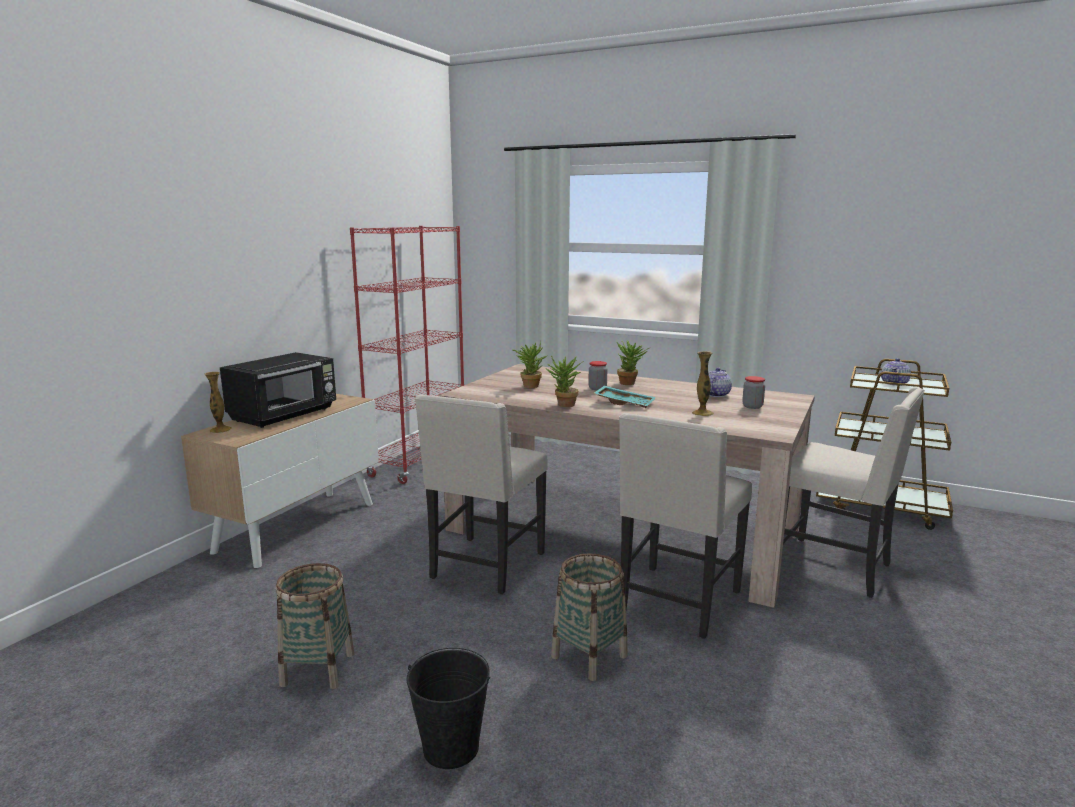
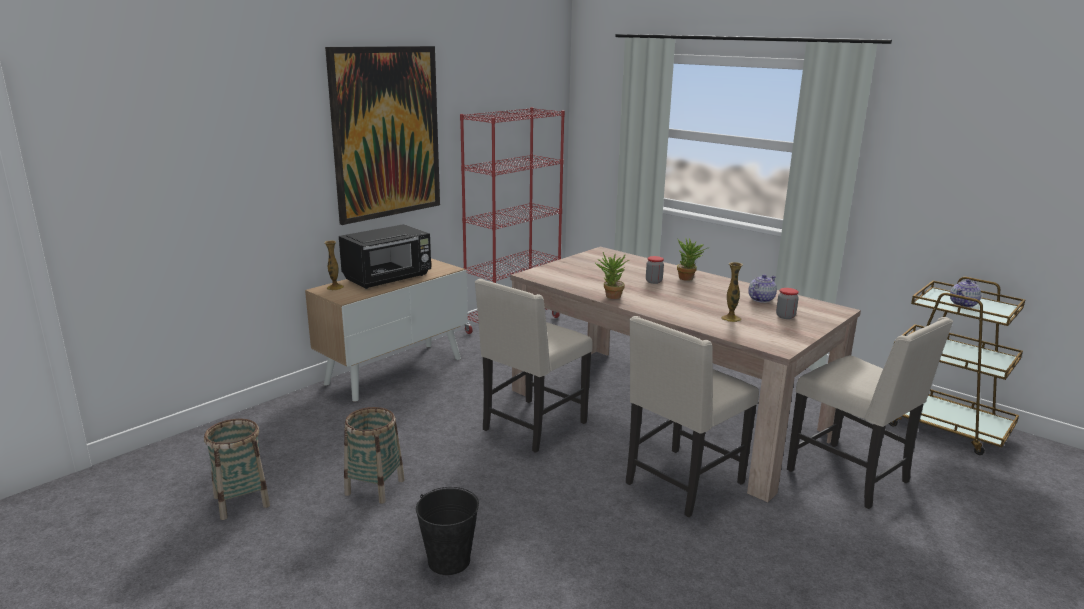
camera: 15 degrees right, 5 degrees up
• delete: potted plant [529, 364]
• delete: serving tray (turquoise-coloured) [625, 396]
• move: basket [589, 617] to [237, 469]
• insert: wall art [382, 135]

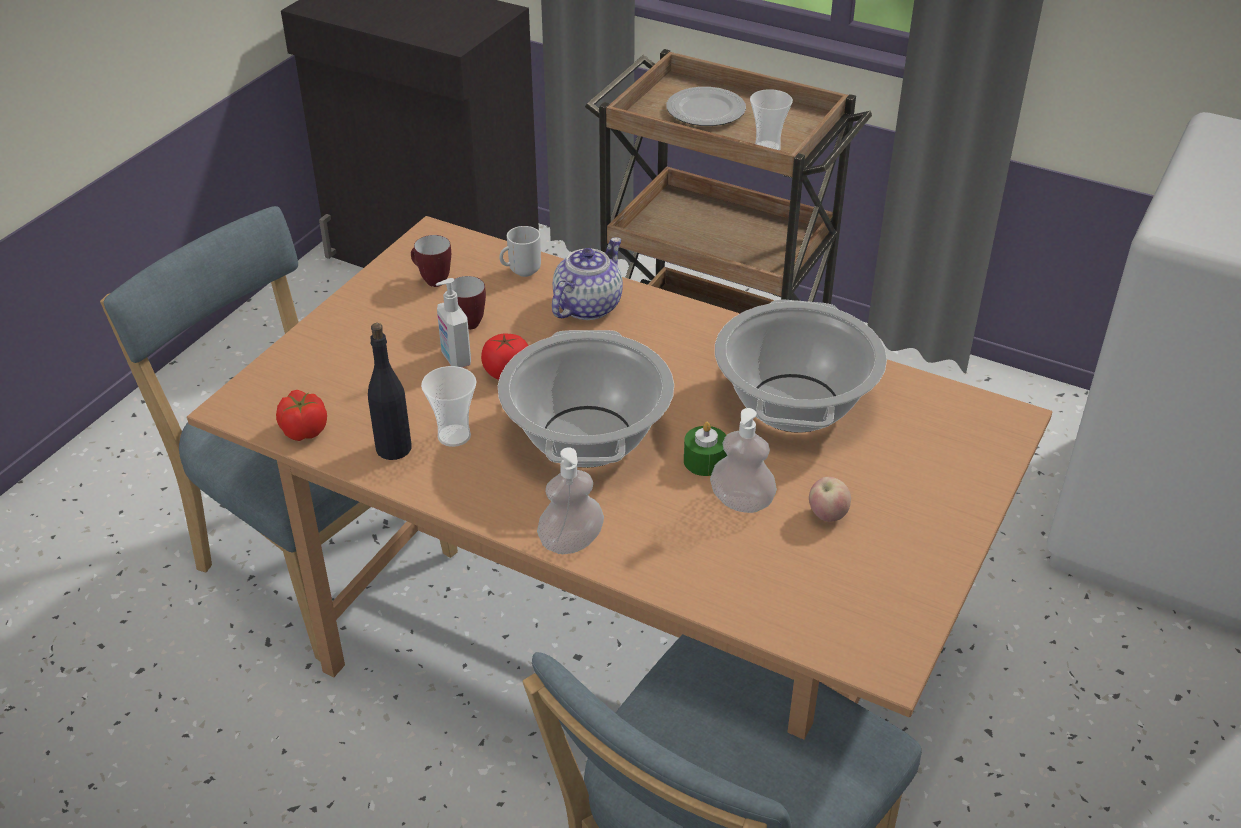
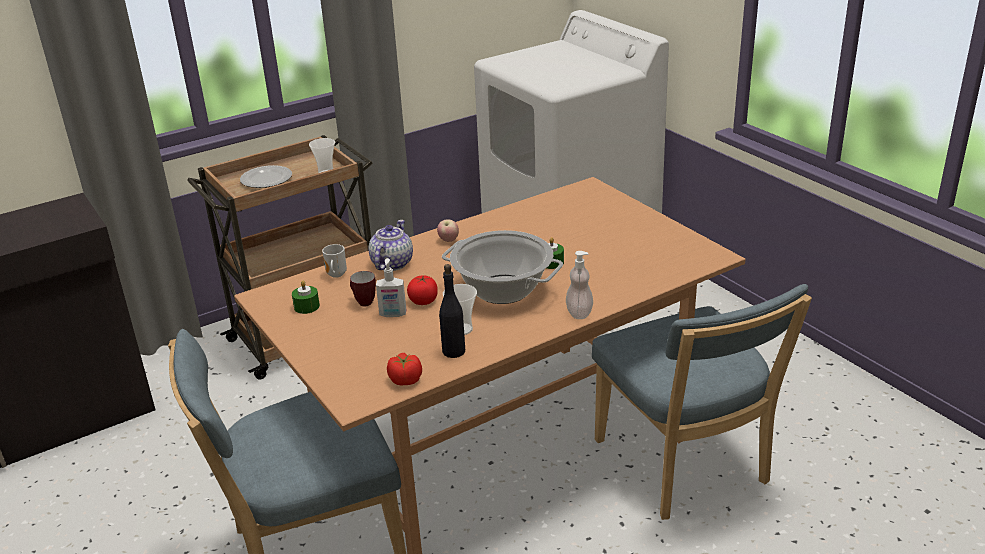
camera: 60 degrees left, 10 degrees down
• replace: coffee mug [431, 261] to wax light (green-coloured) [306, 297]
• rotate: pot for tea [587, 279] = [390, 245] 45 degrees clockwise
• delete: cooking pot [801, 366]
• delete: liquid soap bottle [743, 460]
• move: apple fruit [830, 499] to [448, 230]

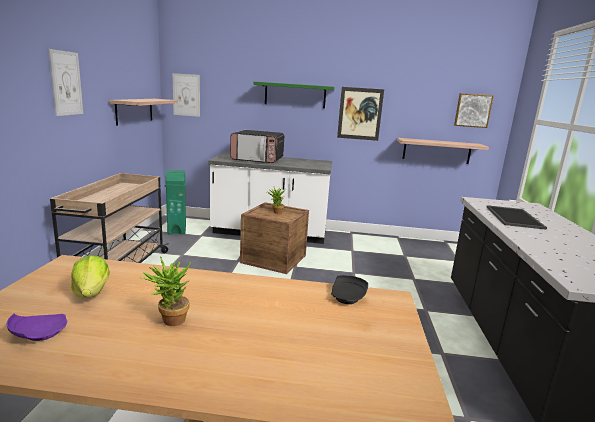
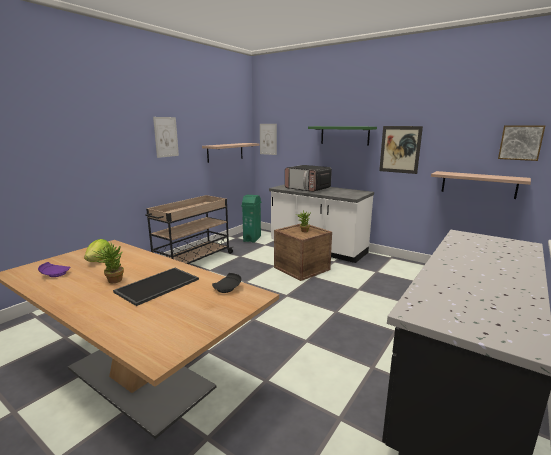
camera: 30 degrees right, 0 degrees up
• move: serving tray [517, 217] to [156, 287]

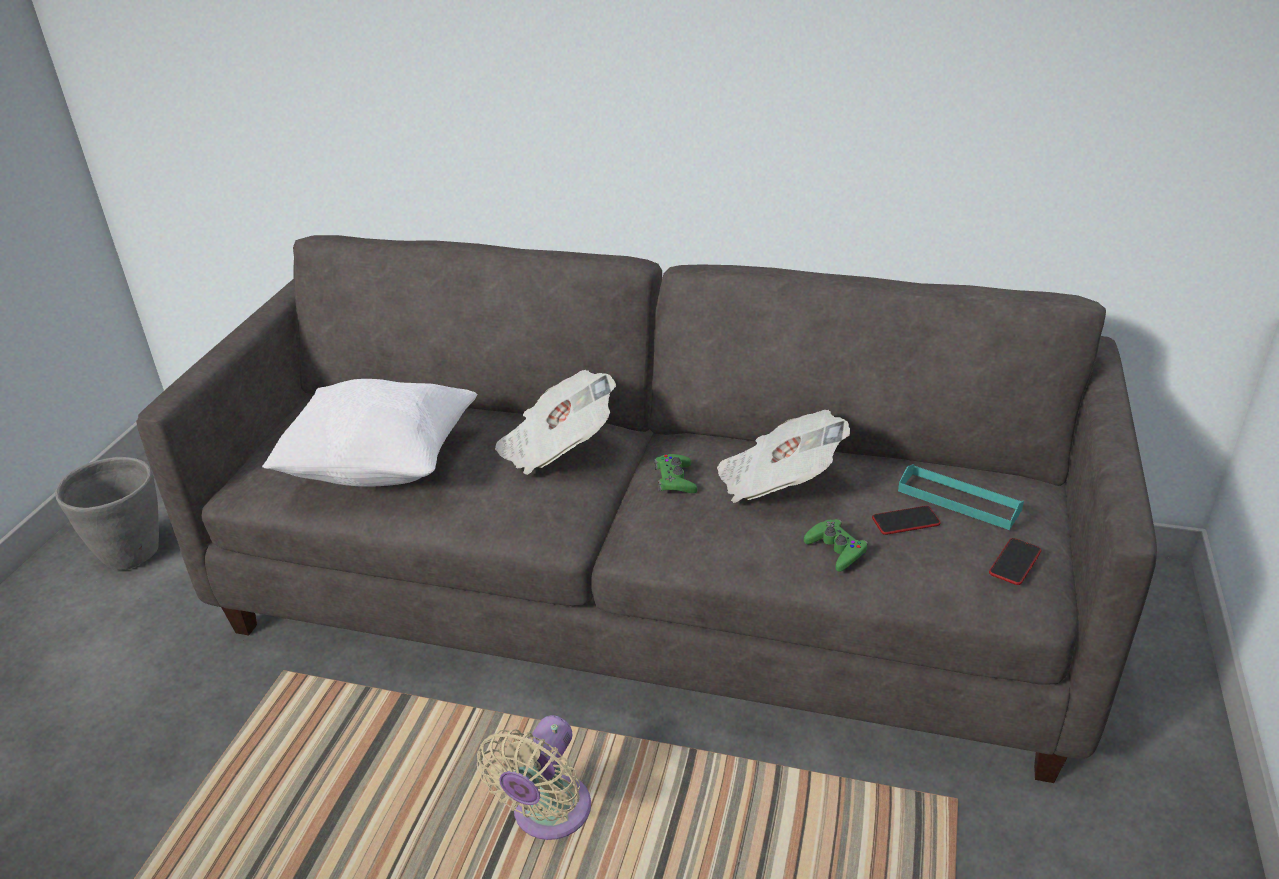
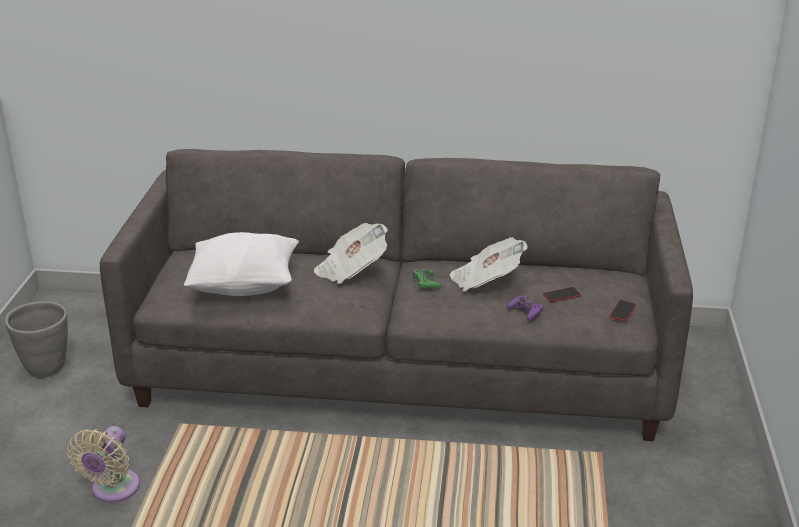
camera: 10 degrees left, 5 degrees down
• delete: serving tray (turquoise-coloured) [961, 497]
• recolor: game controller (green-coloured) [836, 545] to game controller (purple-coloured) [525, 308]
• move: fan (sand-coloured) [534, 777] to [103, 464]

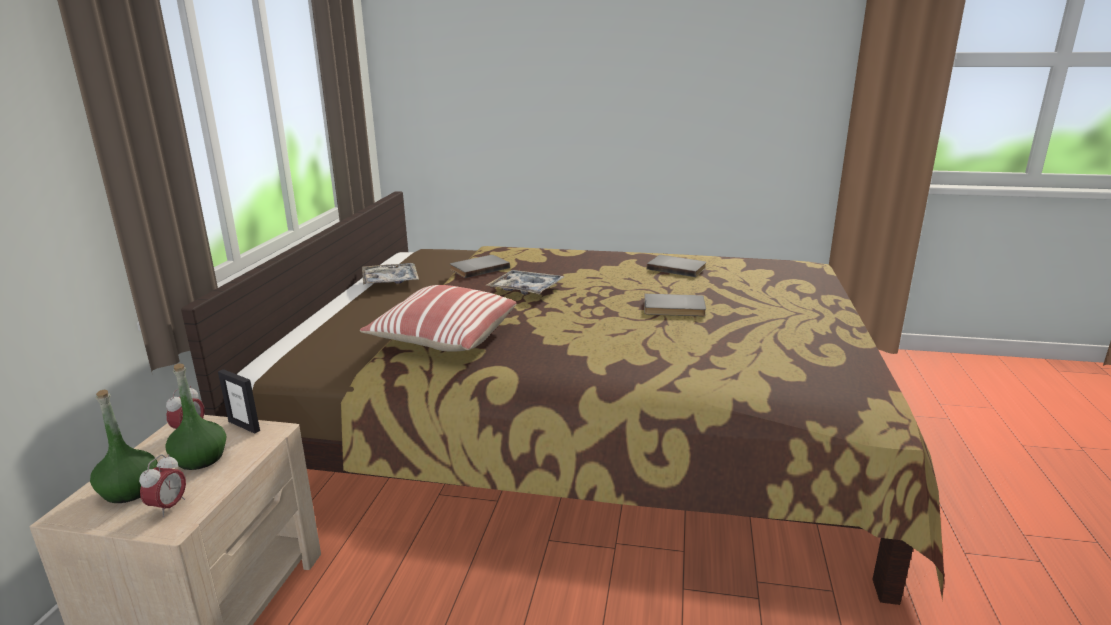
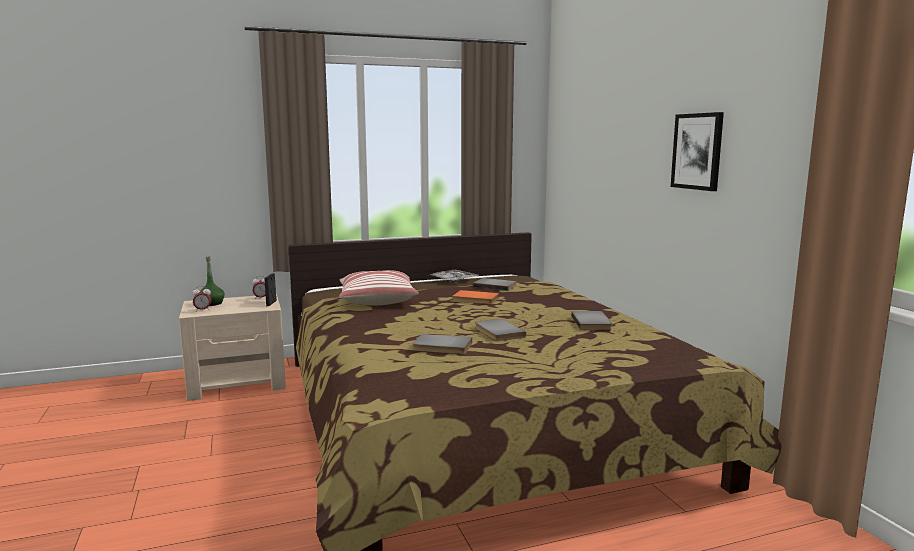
camera: 60 degrees right, 10 degrees down
• replace: serving tray [525, 282] to bound book (orange) [476, 297]
• delete: beverage bottle (green-coloured) [195, 416]
• insert: wall art [697, 151]
• insert: bound book (grey) [442, 344]

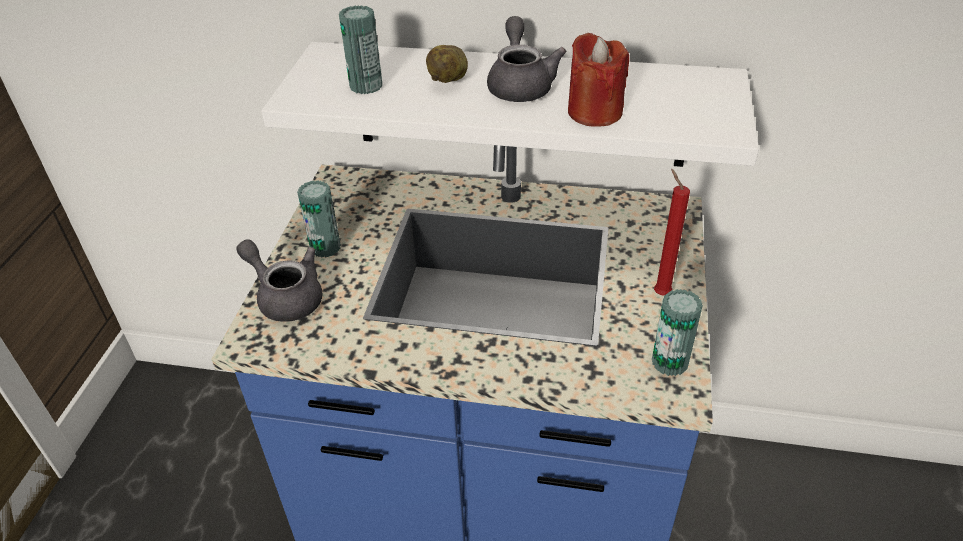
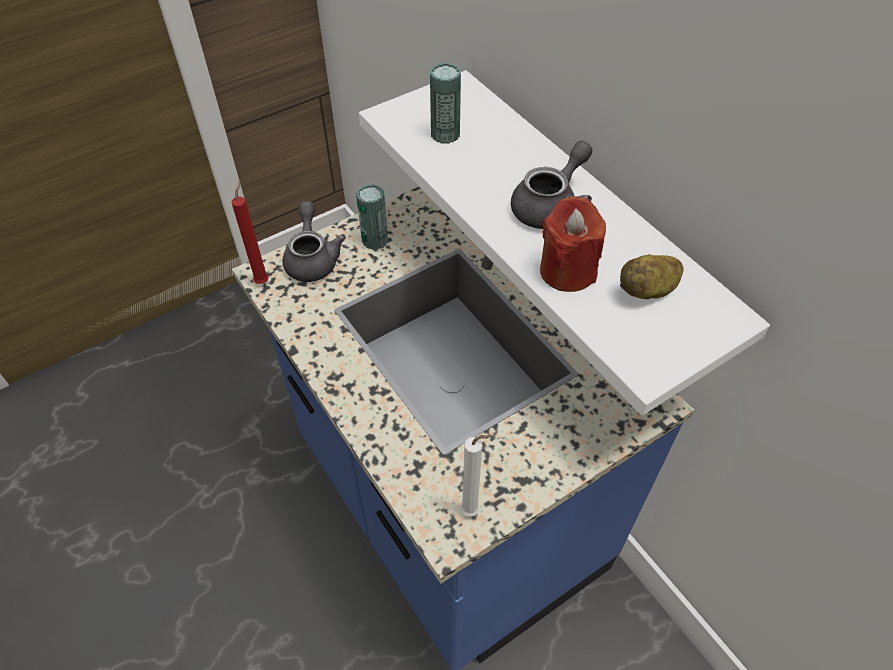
camera: 45 degrees right, 10 degrees up
• move: whole potato [447, 64] to [651, 276]
• move: wax light (reddish) [672, 232] to [249, 232]
• replace: sealed can [677, 332] to wax light (white-coloured) [476, 475]

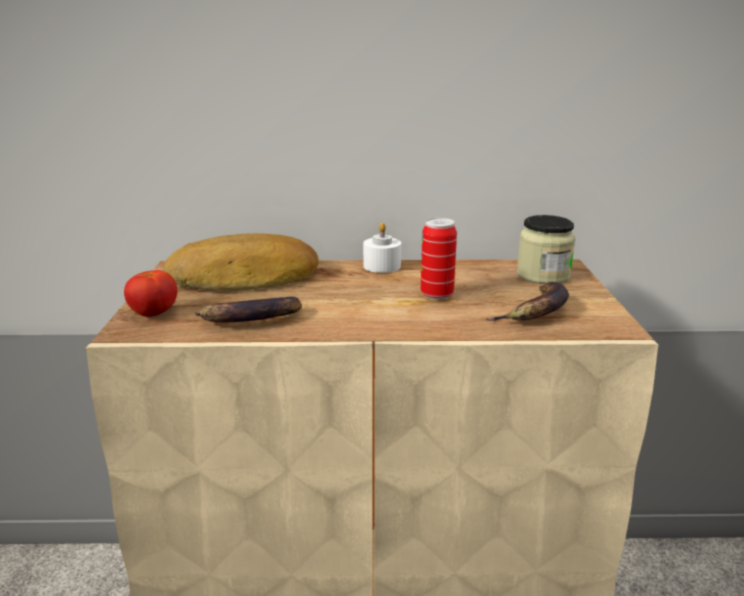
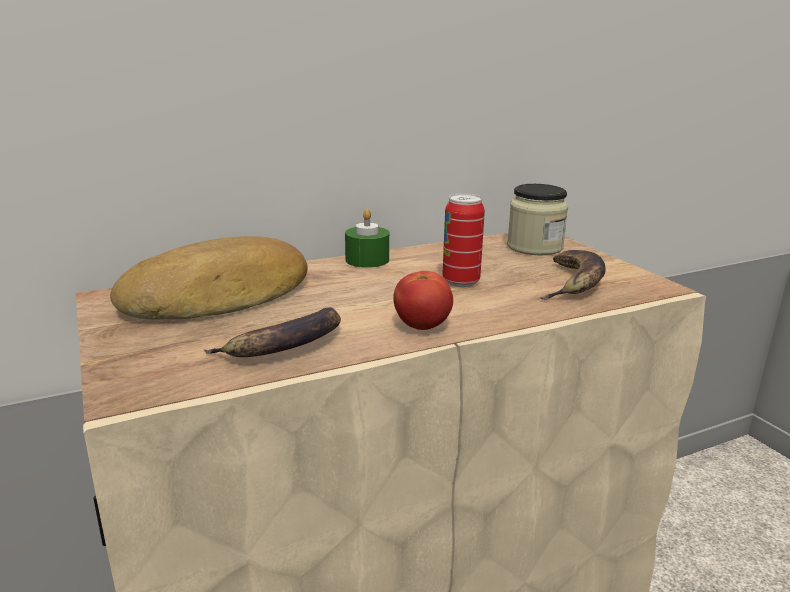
camera: 25 degrees left, 0 degrees up
• recolor: wax light (white-coloured) [382, 248] to wax light (green-coloured) [367, 238]
• move: fresh tomato [150, 293] to [423, 300]

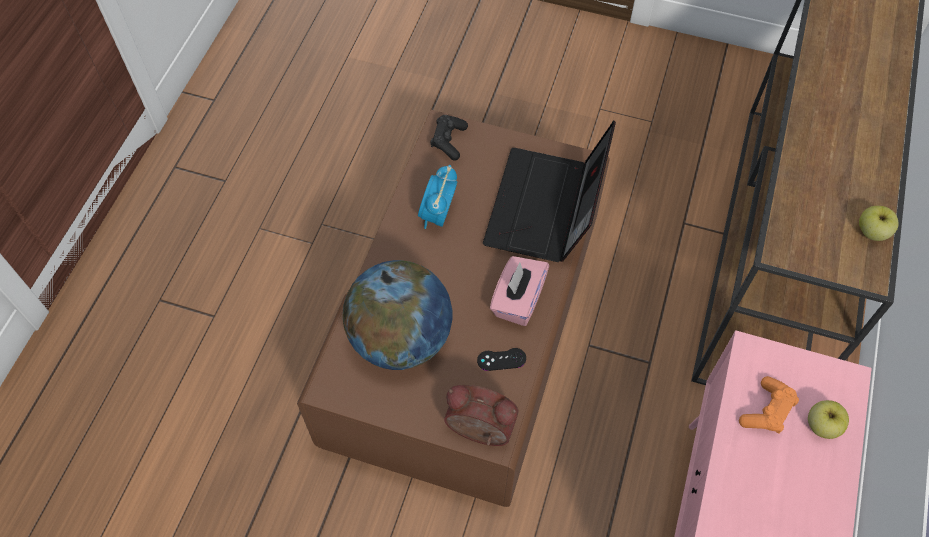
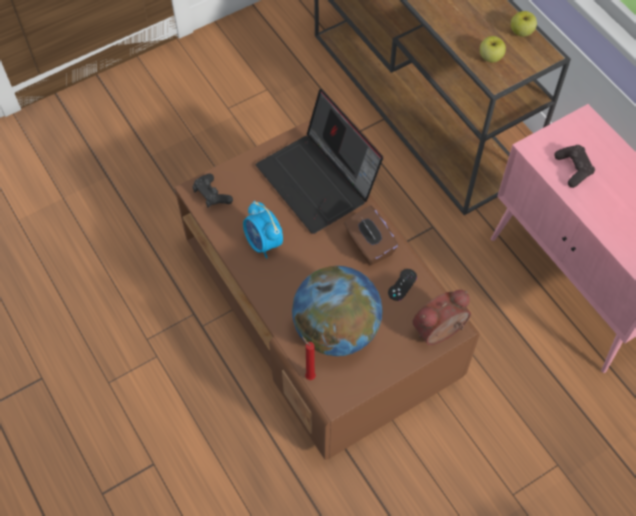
camera: 50 degrees left, 0 degrees up
• recolor: tissue box (pink) [519, 291] to tissue box (brownish) [371, 235]
• recolor: game controller (orange) [769, 405] to game controller (blackish) [574, 166]
• move: apple fruit [828, 419] to [493, 49]
• insert: wax light (reddish) [309, 358]

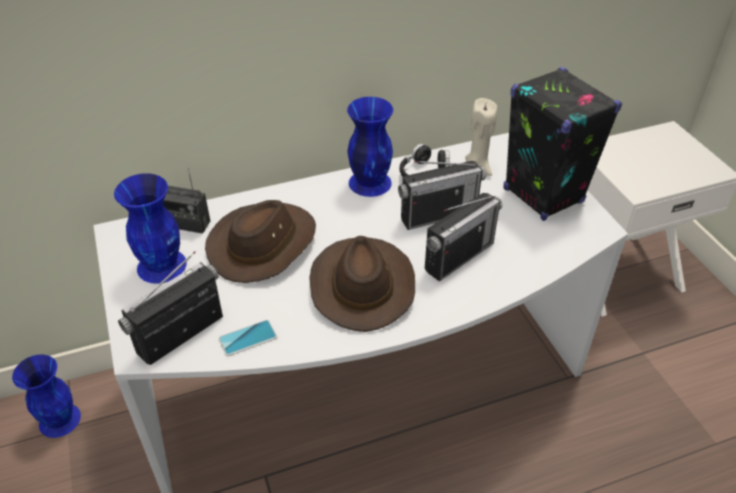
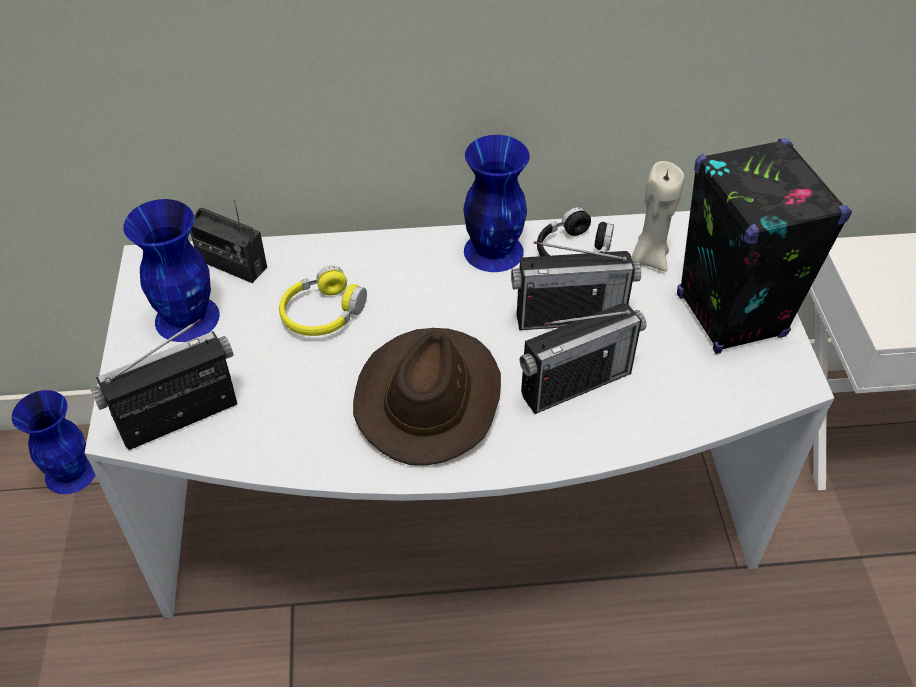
camera: 15 degrees right, 5 degrees up
• replace: clothing hat (brownish) [260, 241] to pair of headphones (yellow-coloured) [323, 301]
• delete: phone [247, 338]

